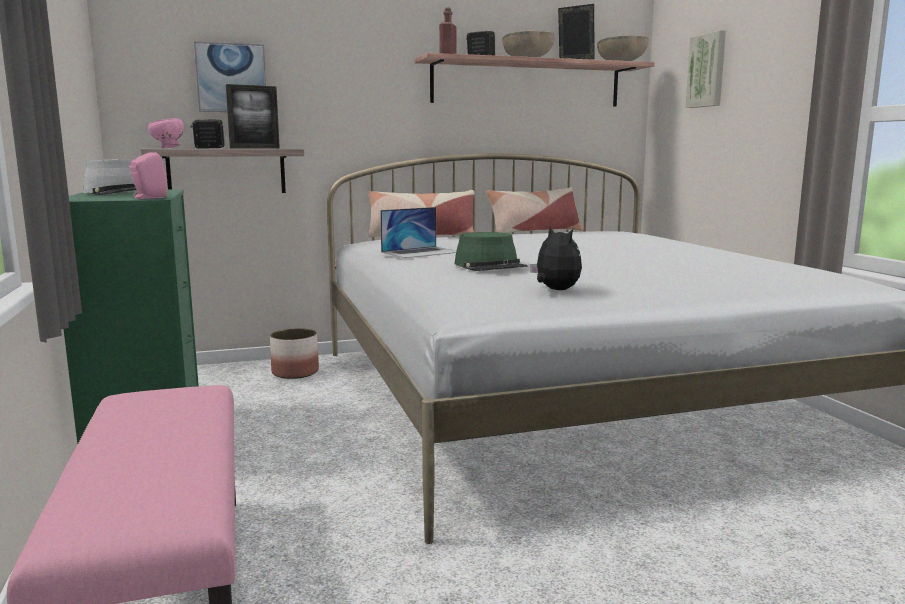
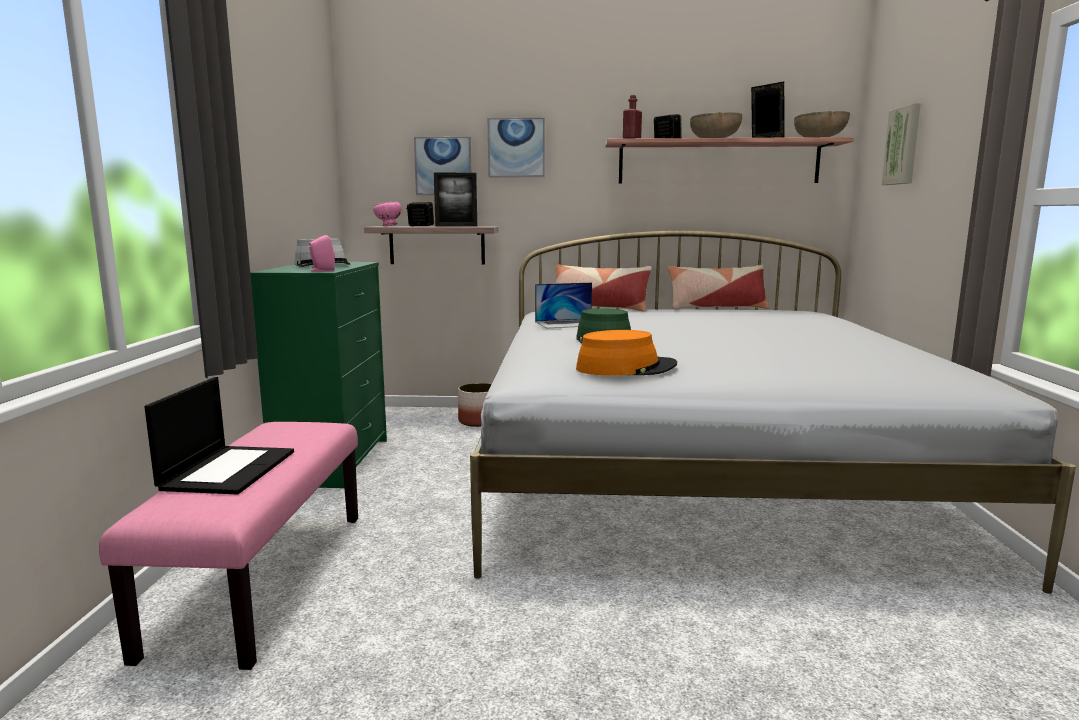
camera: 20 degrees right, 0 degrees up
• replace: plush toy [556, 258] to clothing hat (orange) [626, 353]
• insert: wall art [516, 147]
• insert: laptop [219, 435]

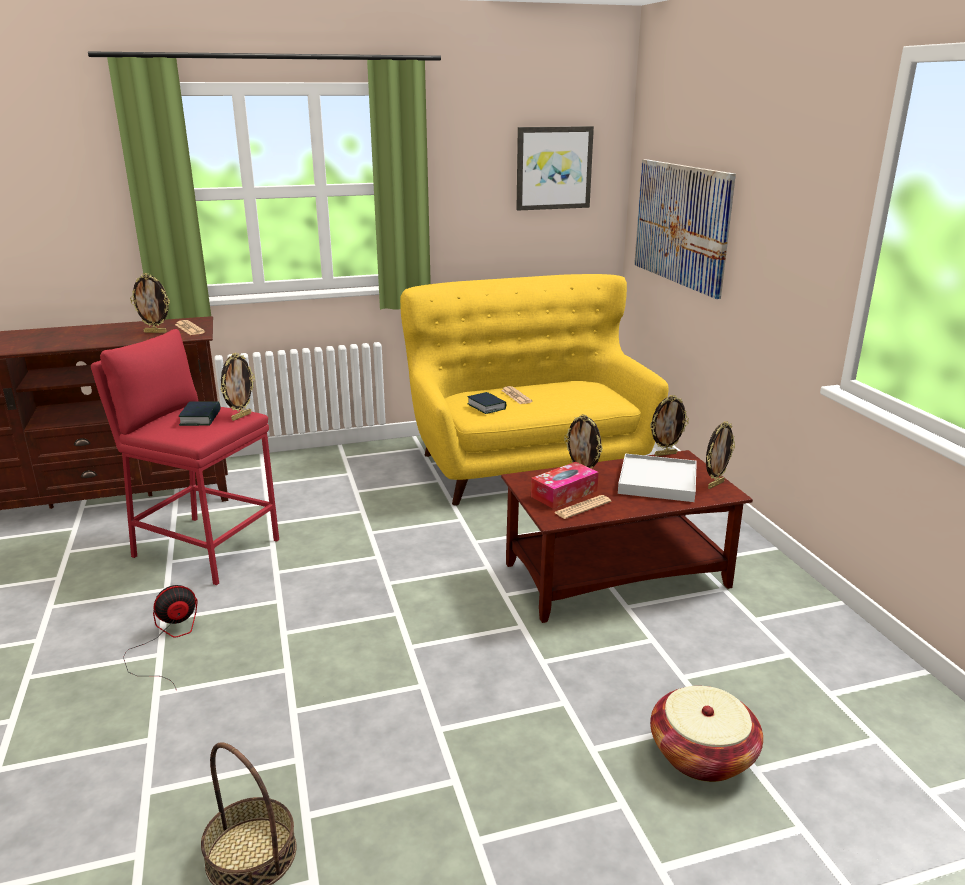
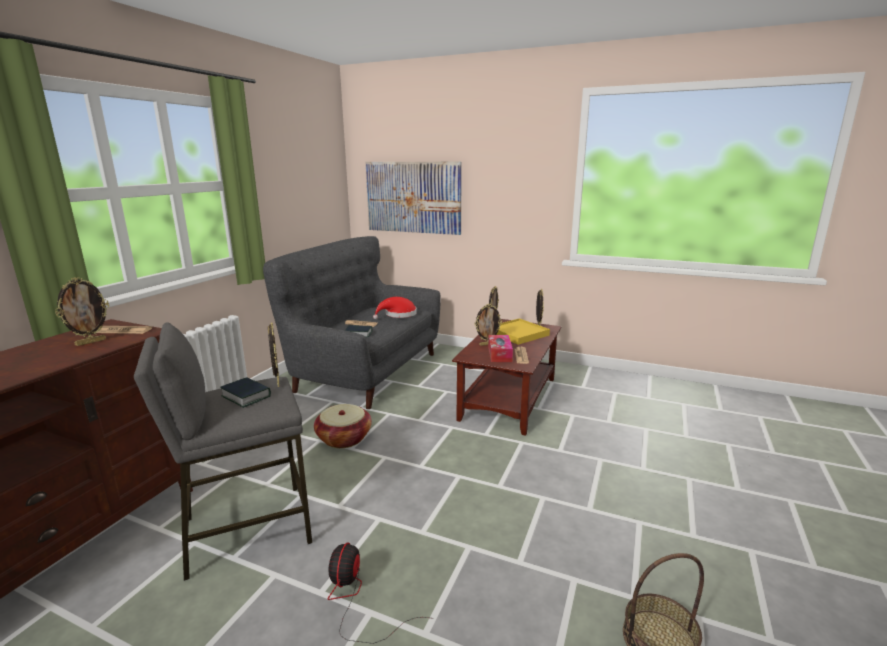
camera: 50 degrees left, 5 degrees down
• delete: wall art [555, 168]
• recolor: settee (yellow-coloured) [534, 390] to settee (grey) [352, 322]
• recolor: sitting stool (reddish) [185, 457] to sitting stool (grey) [223, 451]
• recolor: serving tray (white-coloured) [657, 477] to serving tray (yellow-coloured) [523, 331]
• move: basket [706, 734] to [343, 426]
• insert: clothing hat (reddish) [395, 308]

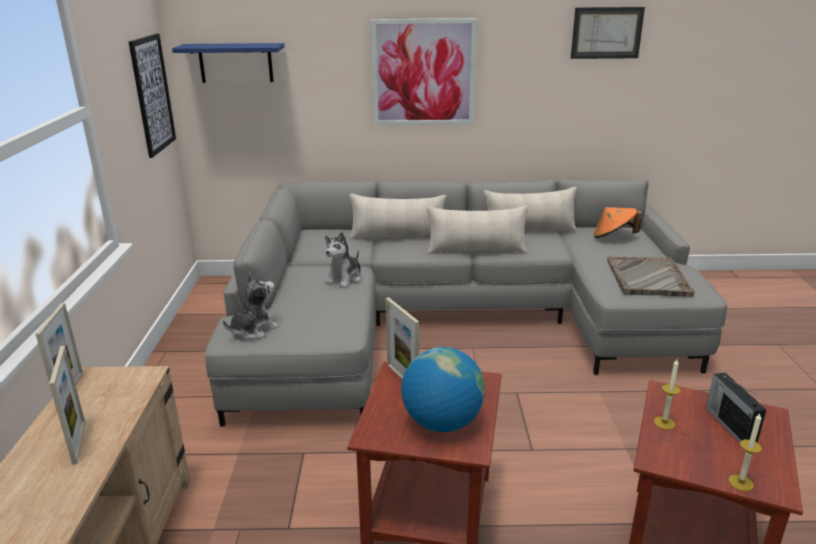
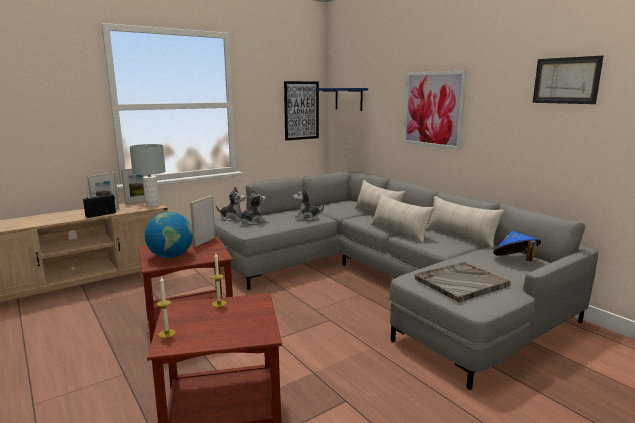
camera: 55 degrees right, 10 degrees down
• recolor: clothing hat (orange) [617, 222] to clothing hat (bluish) [517, 246]
• move: radio [736, 408] to [99, 205]
• insert: table lamp (grey) [147, 175]
• insert: plush toy [251, 207]

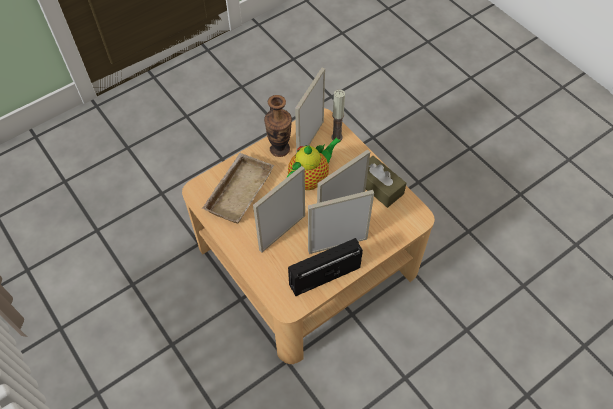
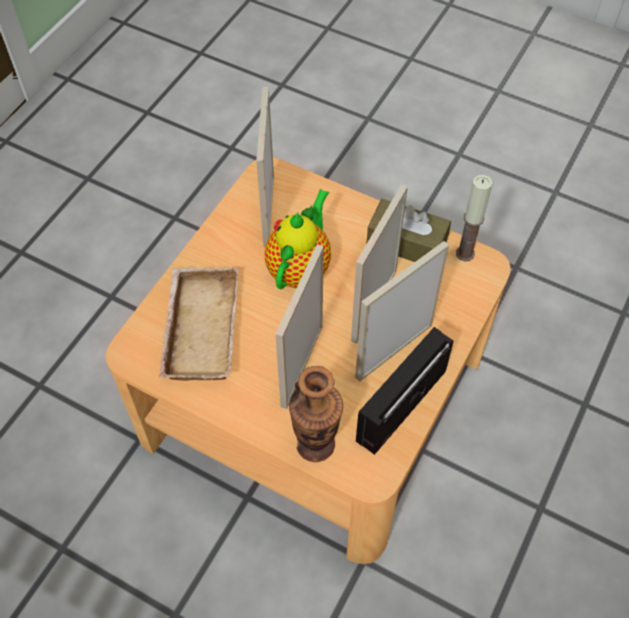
camera: 25 degrees left, 0 degrees up
• move: wax light [338, 114] to [474, 218]
• move: decorative vase [278, 126] to [316, 414]

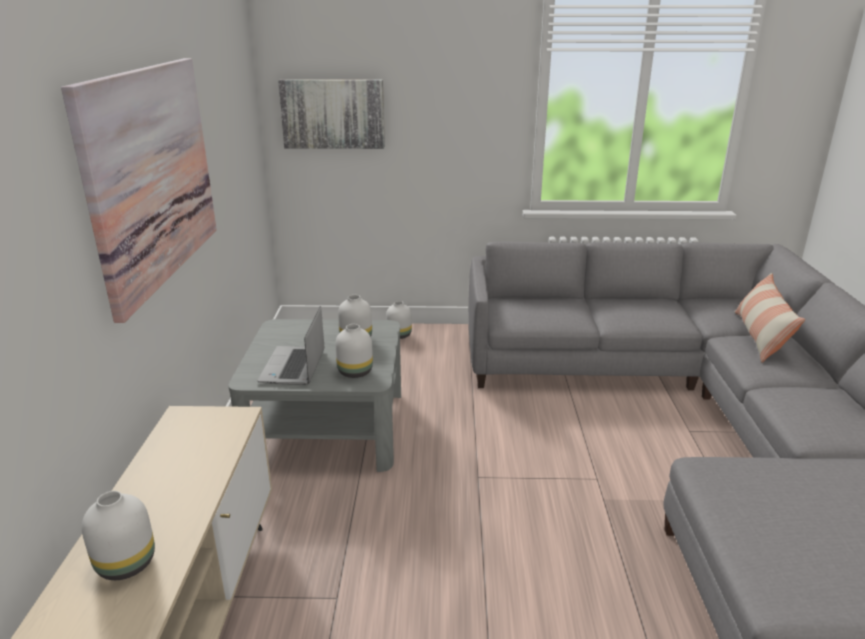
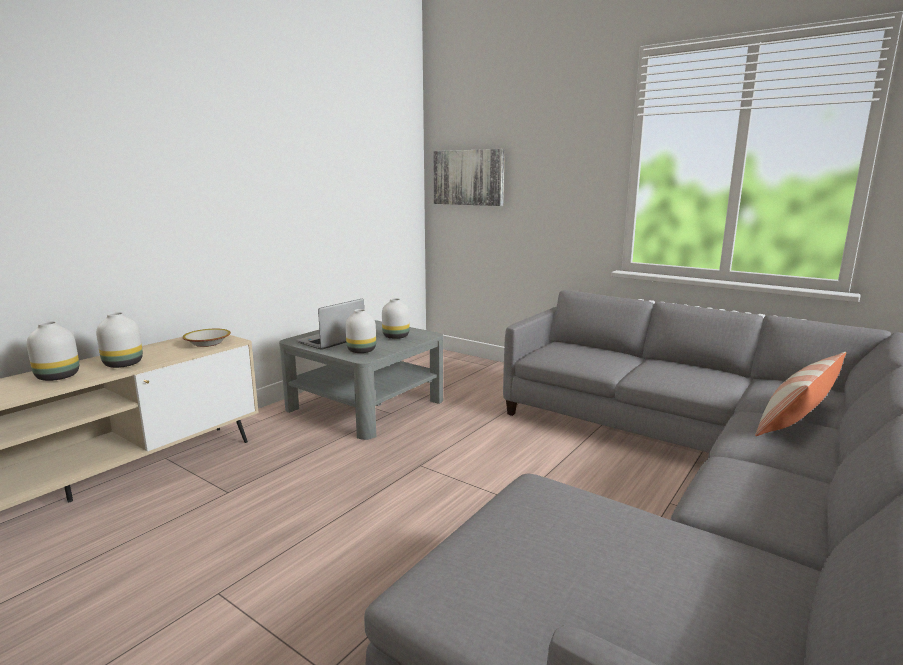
camera: 35 degrees right, 10 degrees down
• delete: wall art [139, 190]
• move: decorative vase (white-coloured) [399, 320] to [119, 340]
• insert: serving bowl [206, 338]

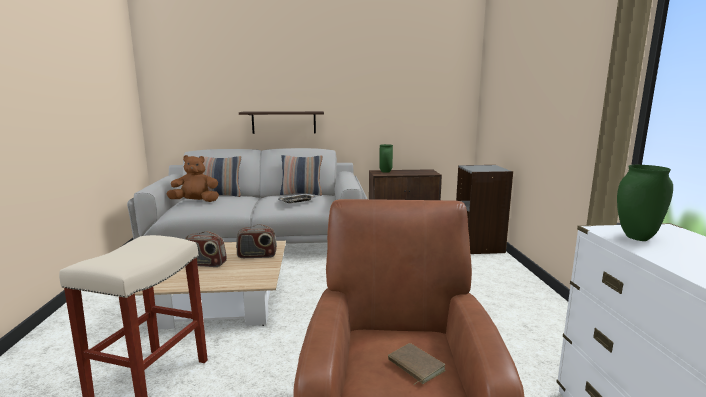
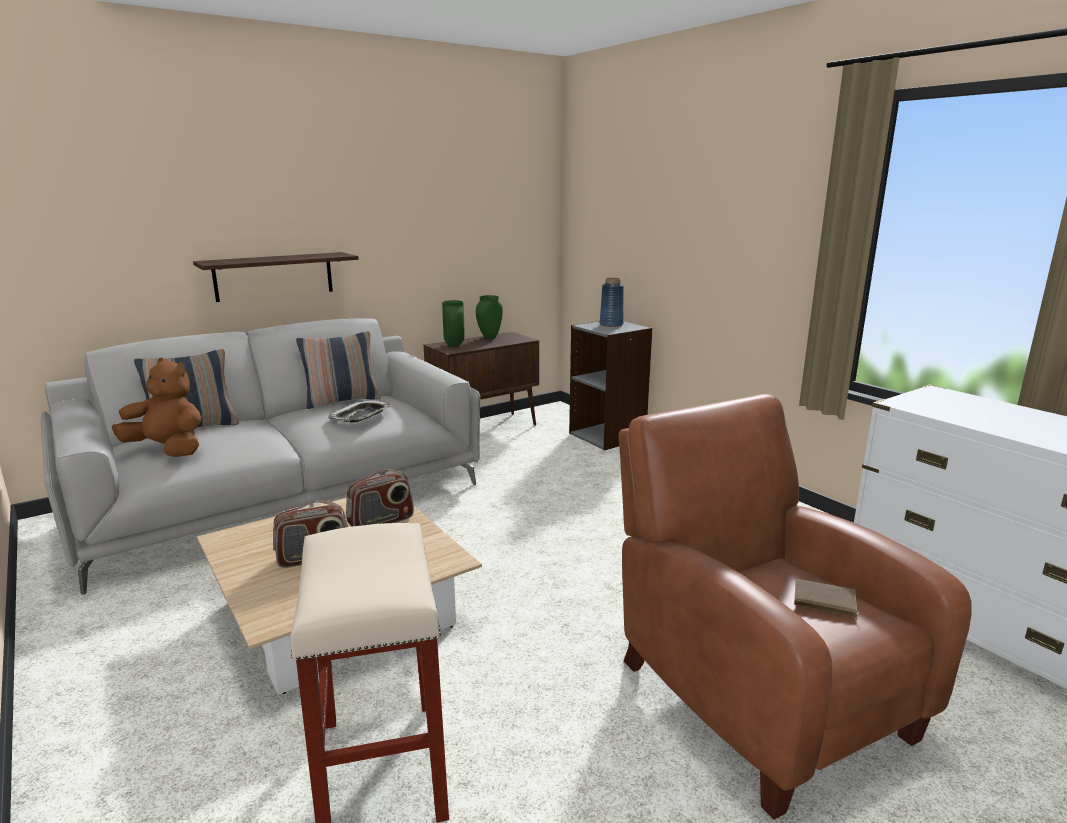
camera: 30 degrees left, 5 degrees up
• rotate: plush toy (brownish) [192, 178] = [157, 407] 60 degrees clockwise
• move: decorative vase (green-coloured) [645, 203] to [489, 317]
• insert: decorative vase (bluish) [612, 302]

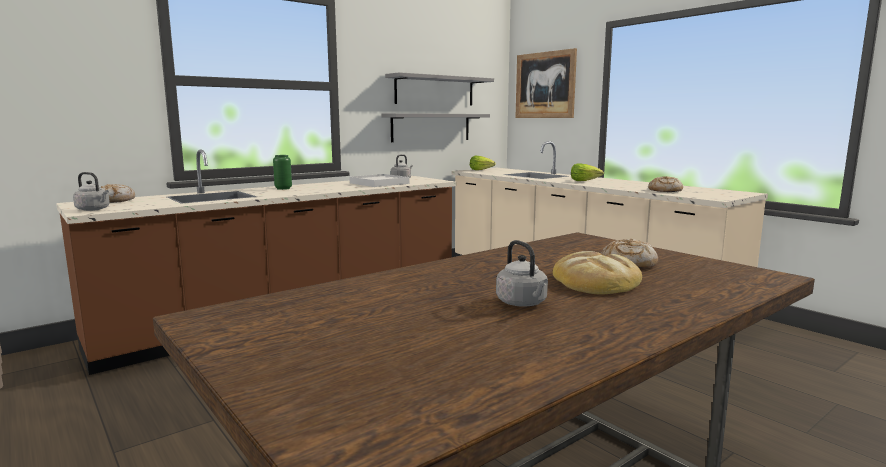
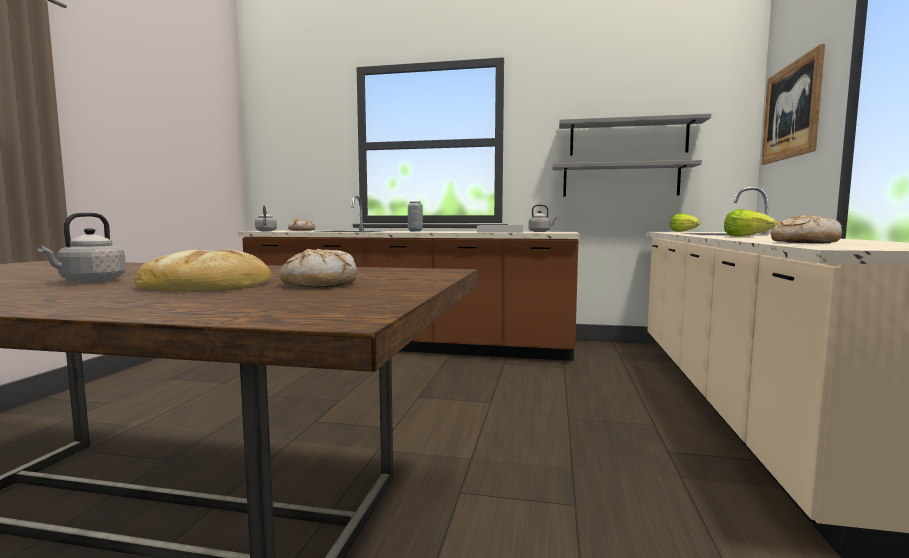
camera: 50 degrees right, 5 degrees down
• recolor: decorative vase (green-coloured) [282, 172] to decorative vase (grey) [415, 216]

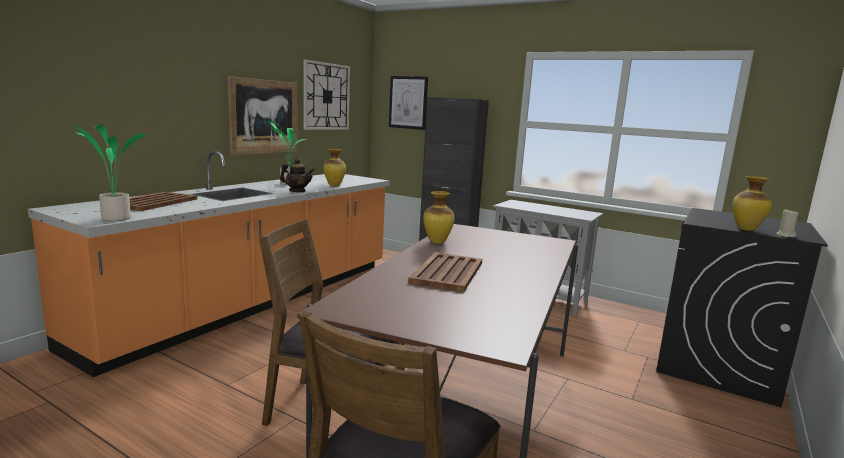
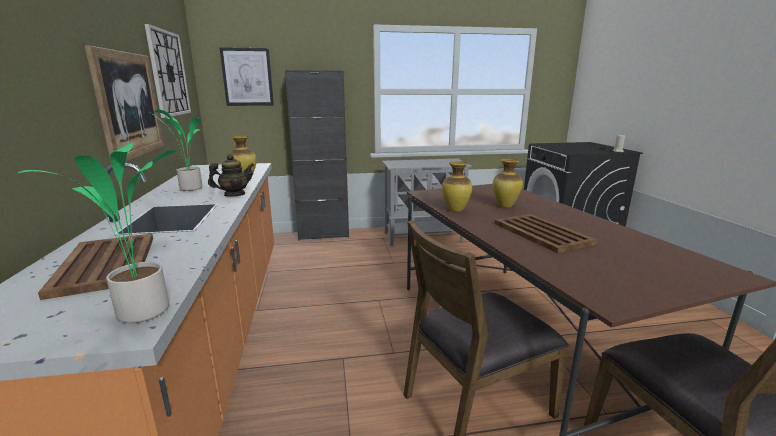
camera: 40 degrees left, 5 degrees up
• move: decorative vase [752, 203] to [508, 183]

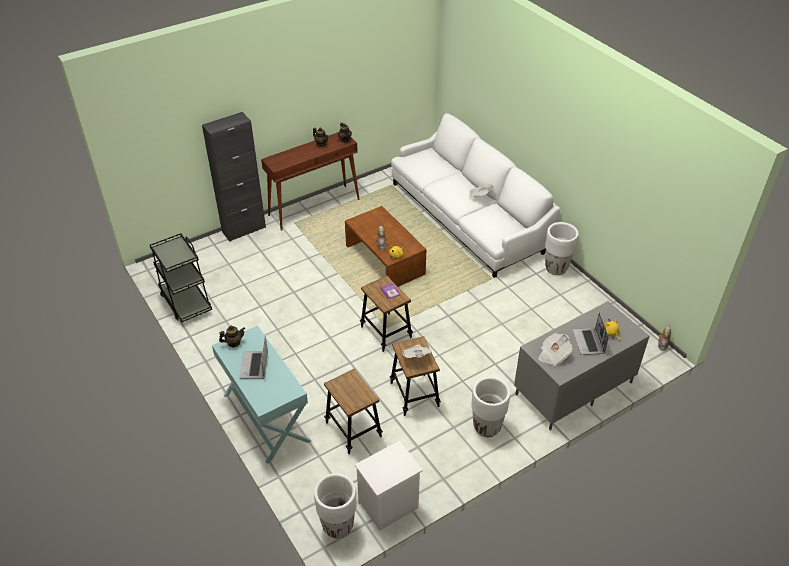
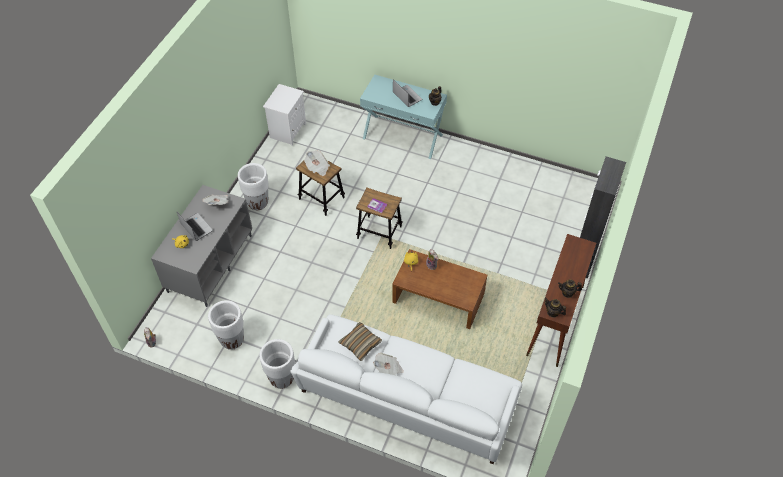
camera: 145 degrees right, 10 degrees up
• delete: cart (blackish) [181, 277]
• delete: sitting stool [353, 411]
• move: plant pot (white-coloured) [335, 506] to [226, 325]
• insert: throw pillow [360, 341]

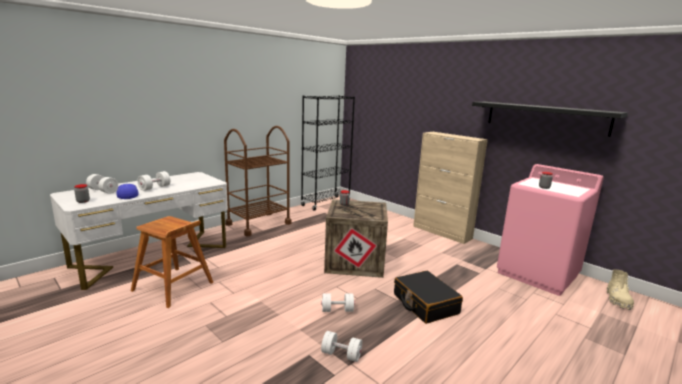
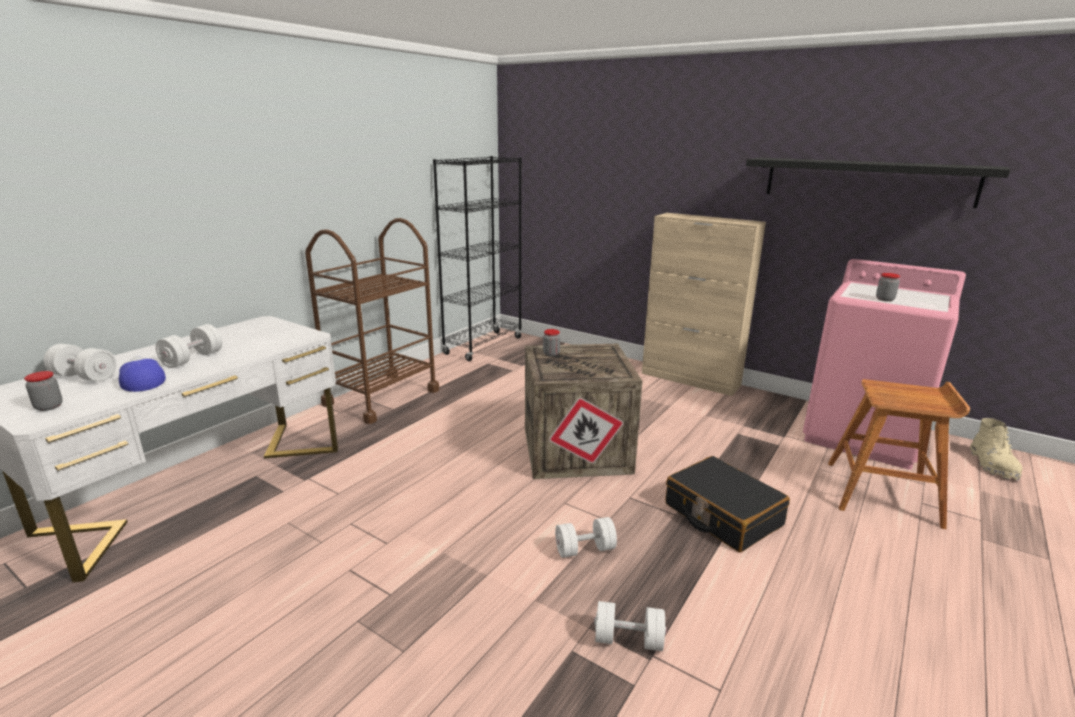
camera: 10 degrees left, 5 degrees up
• move: sitting stool (brownish) [172, 262] to [899, 454]

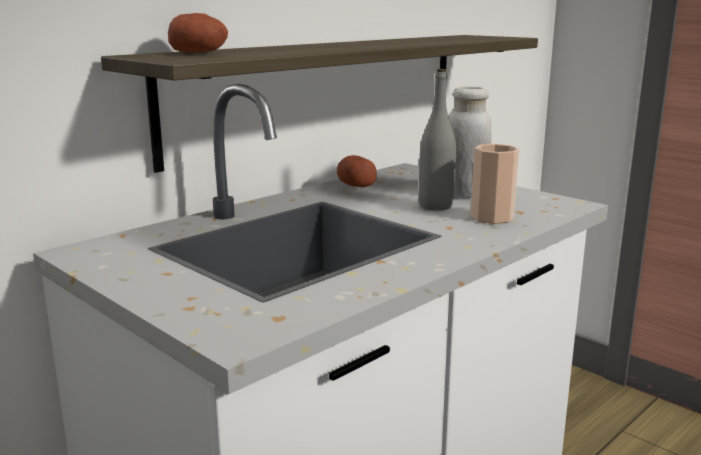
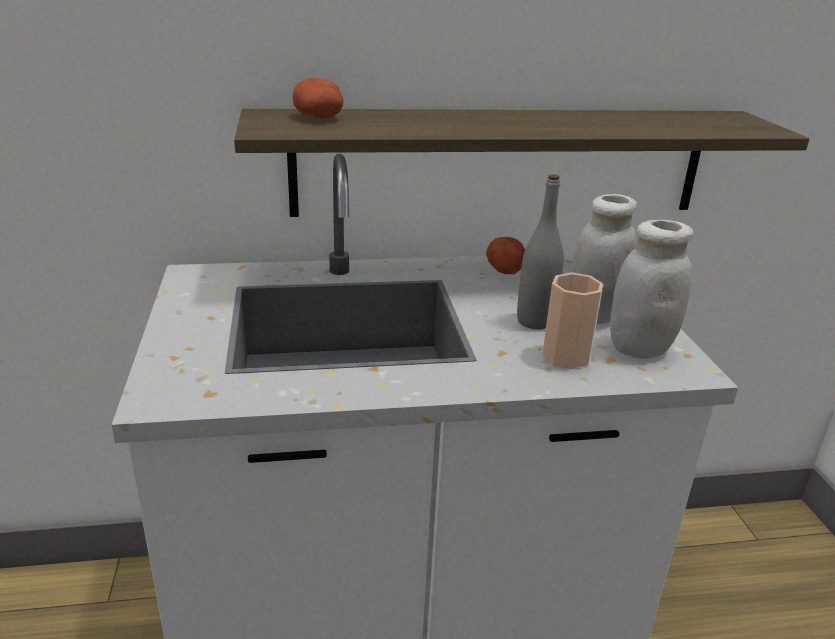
camera: 35 degrees right, 10 degrees up
• insert: preserve jar (white-coloured) [652, 289]

